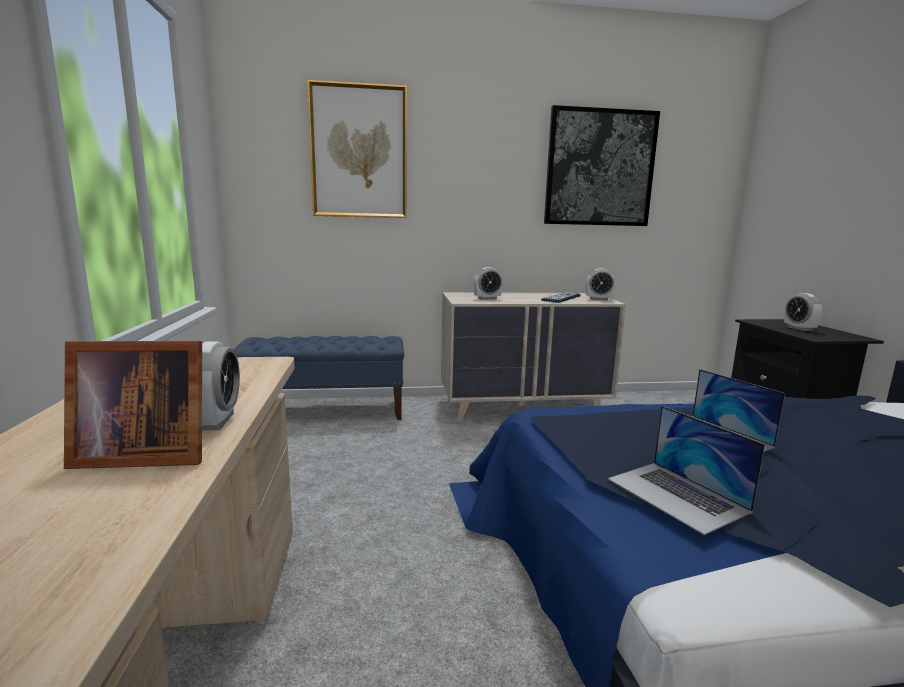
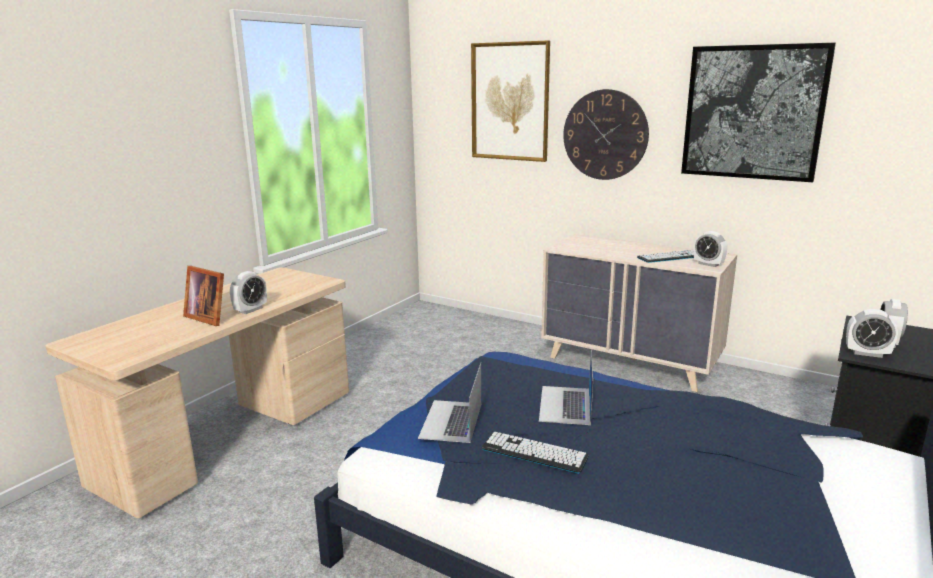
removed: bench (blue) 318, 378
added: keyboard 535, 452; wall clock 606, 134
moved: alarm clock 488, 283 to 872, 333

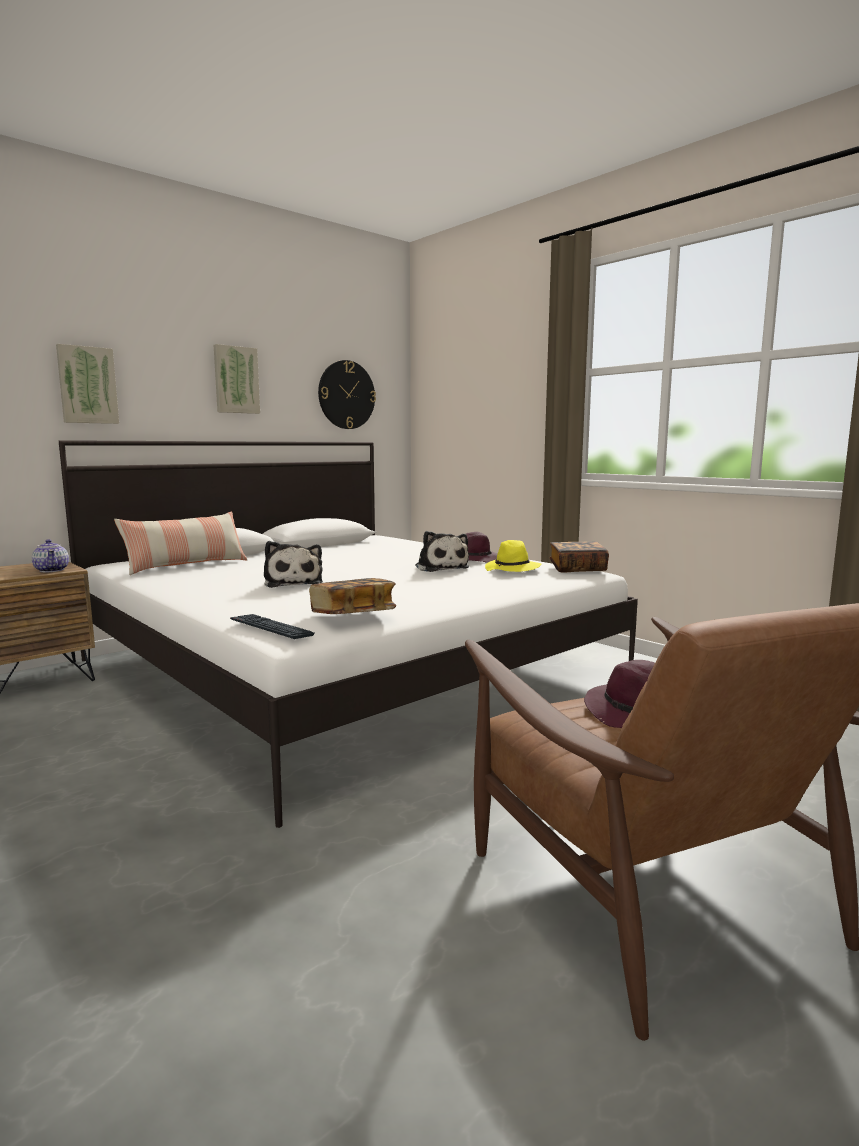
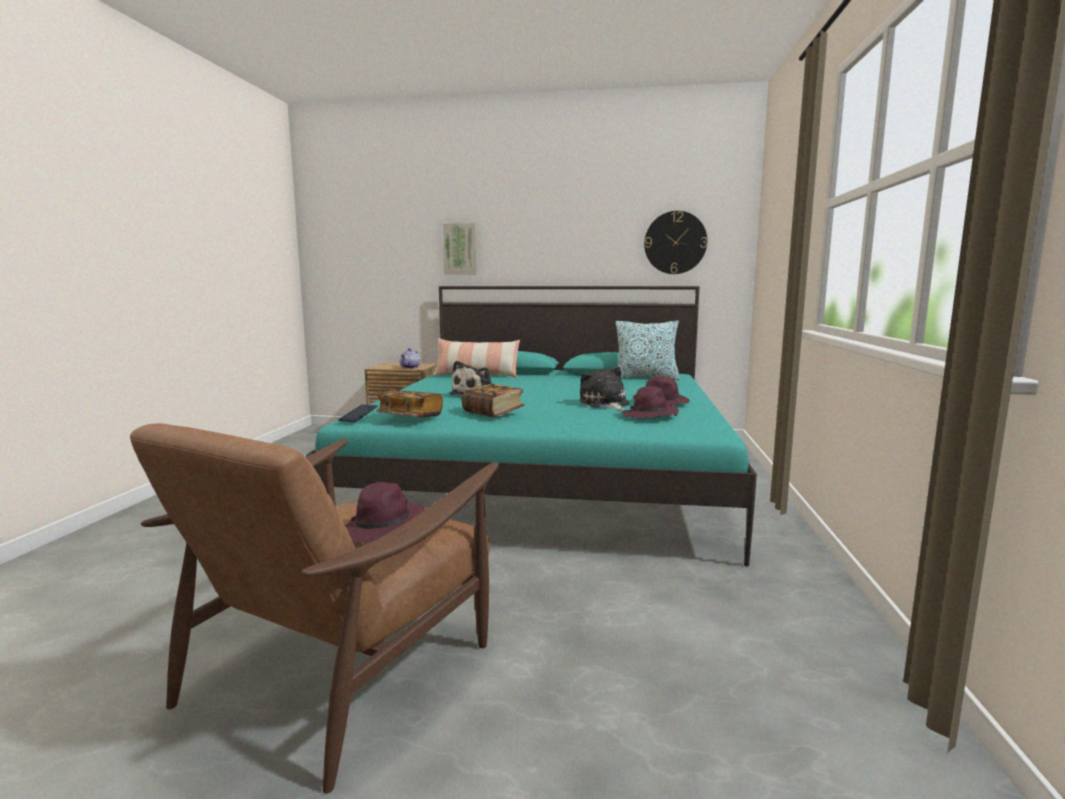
removed: picture 237, 379
added: pillow 648, 350
moved: book 579, 557 to 493, 401
recoloured: bed (white) 348, 634 to bed (turquoise) 531, 426; hat (yellow) 513, 556 to hat (purple) 650, 402
turned: plush toy 442, 551 = 604, 388 135 degrees clockwise

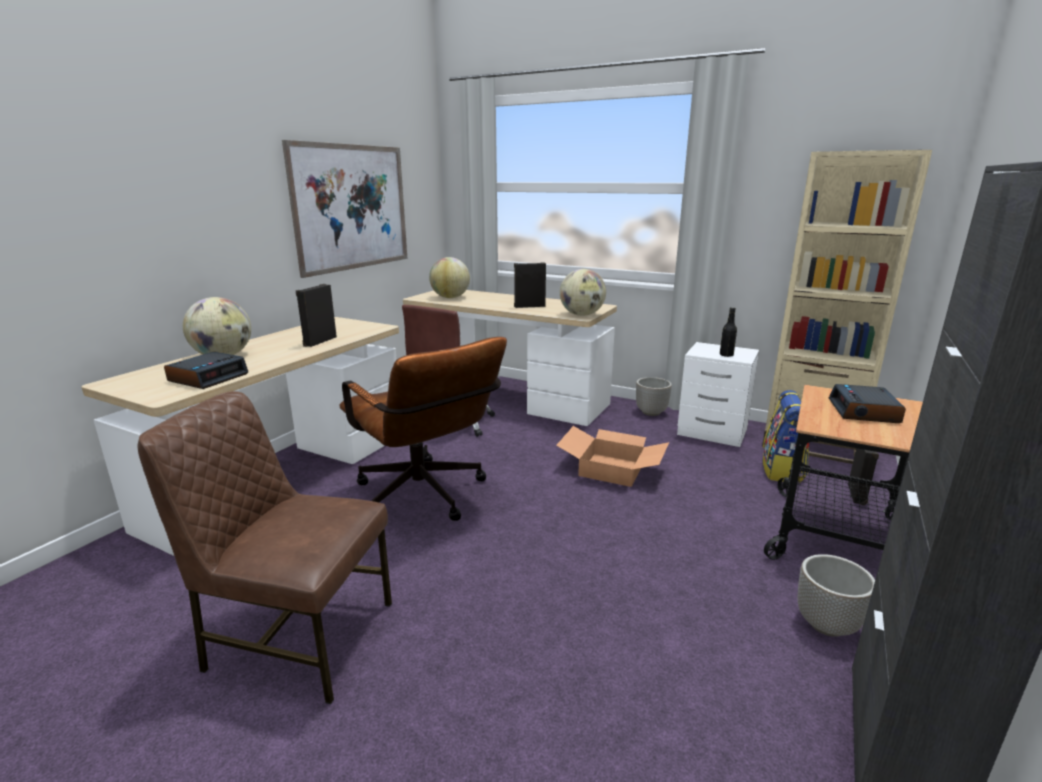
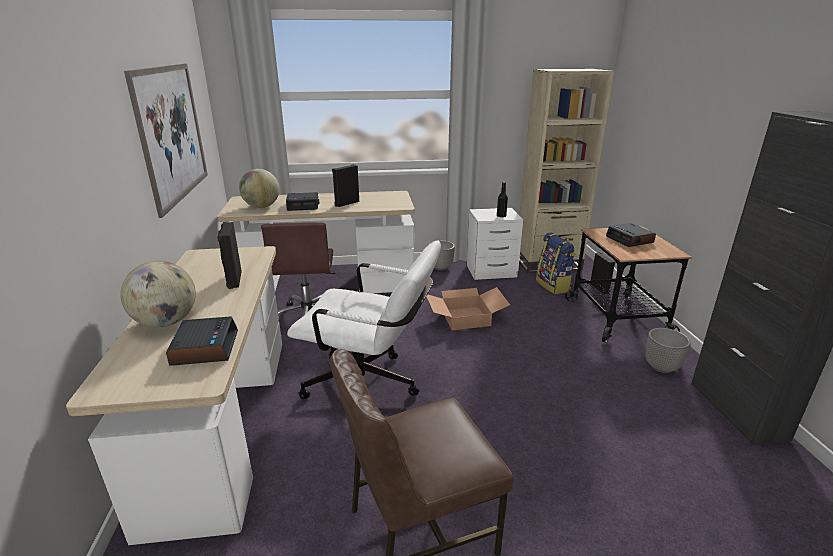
removed: globe 583, 292
added: alarm clock 302, 201
recoloured: office chair (brown) 423, 429 to office chair (white) 364, 320

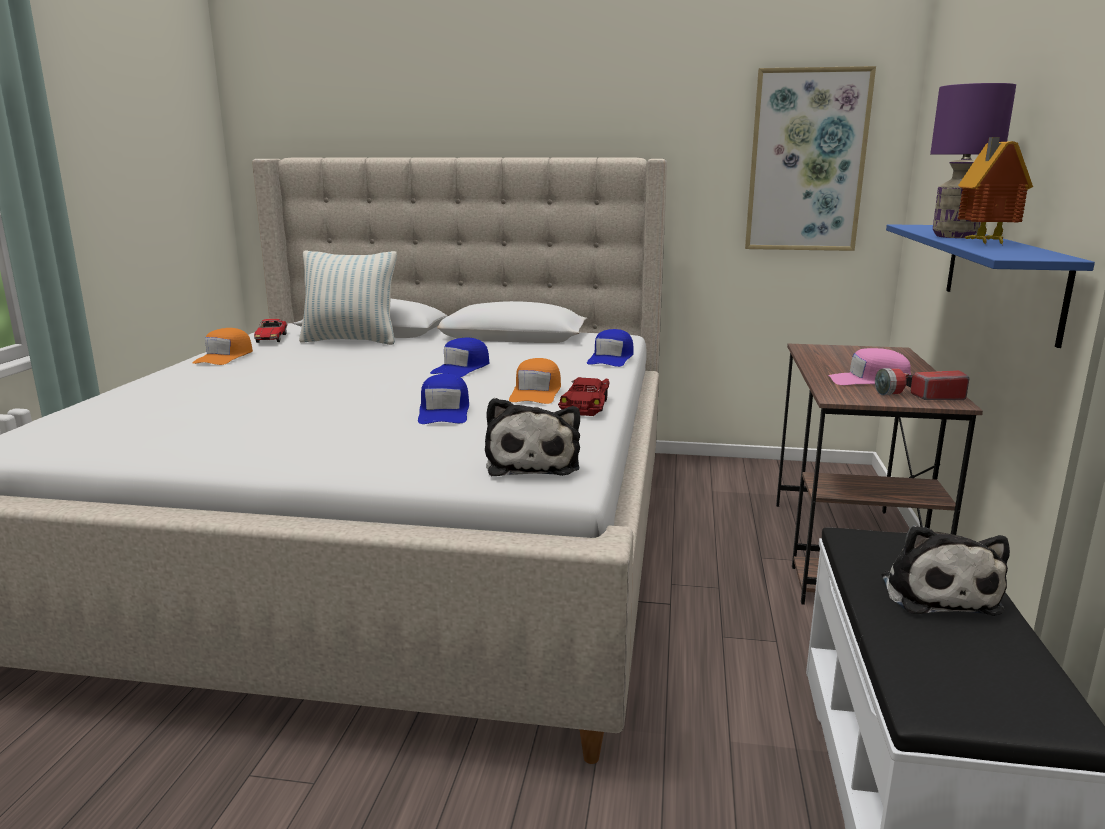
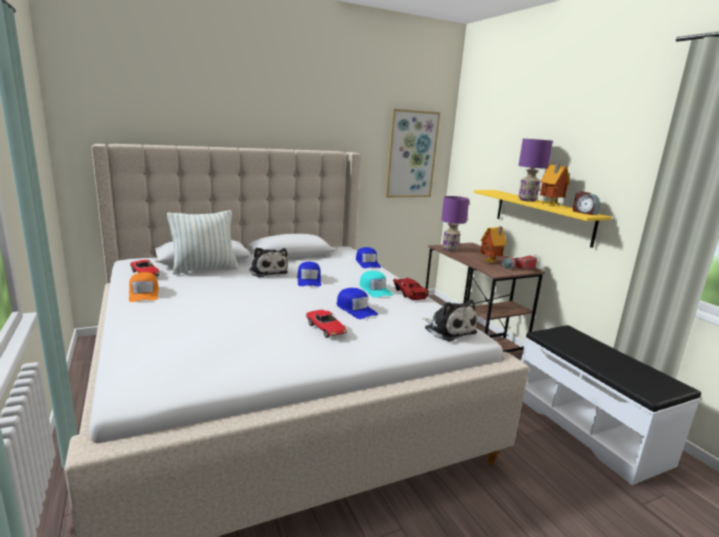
added: toy car 326, 324; table lamp (purple) 455, 223; alarm clock 586, 203
moved: plush toy 946, 570 to 268, 262
replaced: cap (pink) 869, 366 to toy house 493, 244
recoloured: cap (orange) 535, 381 to cap (turquoise) 376, 284; shelf (blue) 990, 286 to shelf (yellow) 543, 219

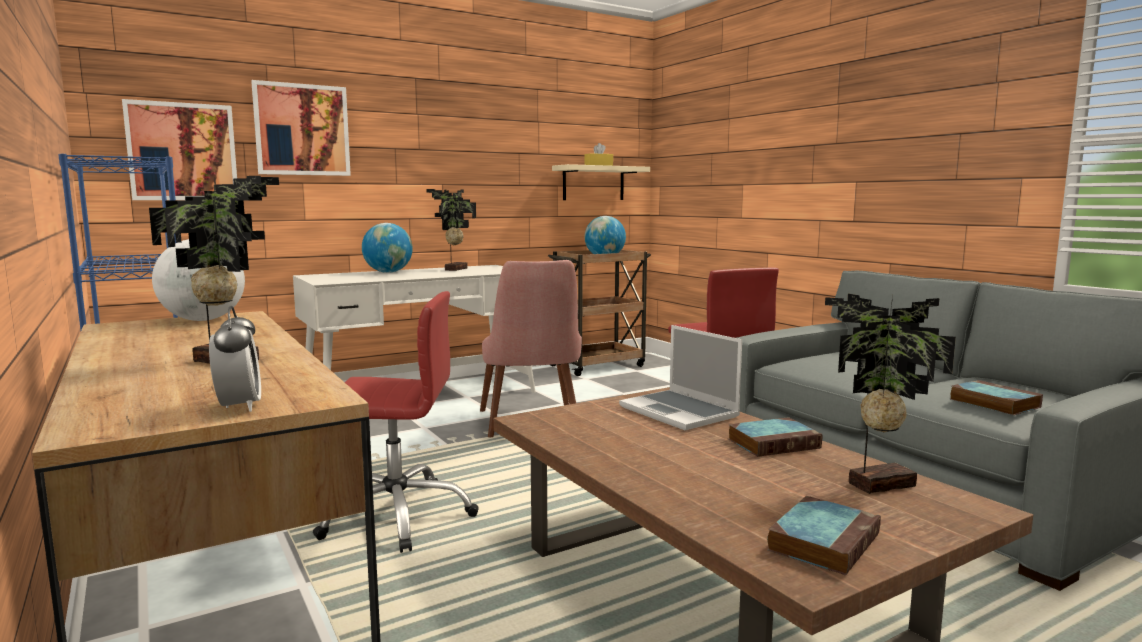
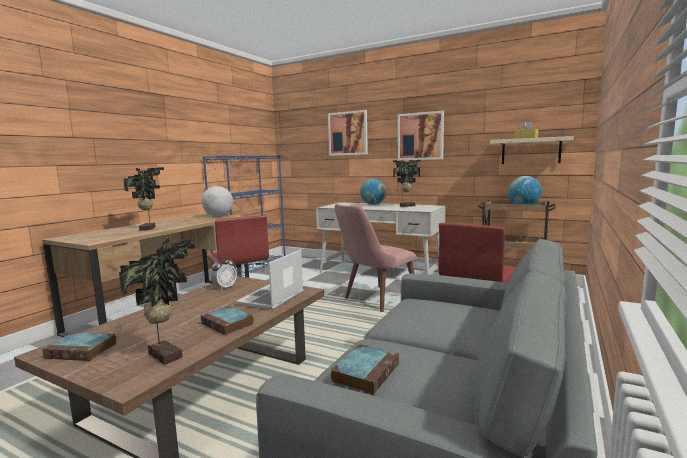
moved: alarm clock 235, 359 to 224, 273; picture 179, 149 to 421, 135

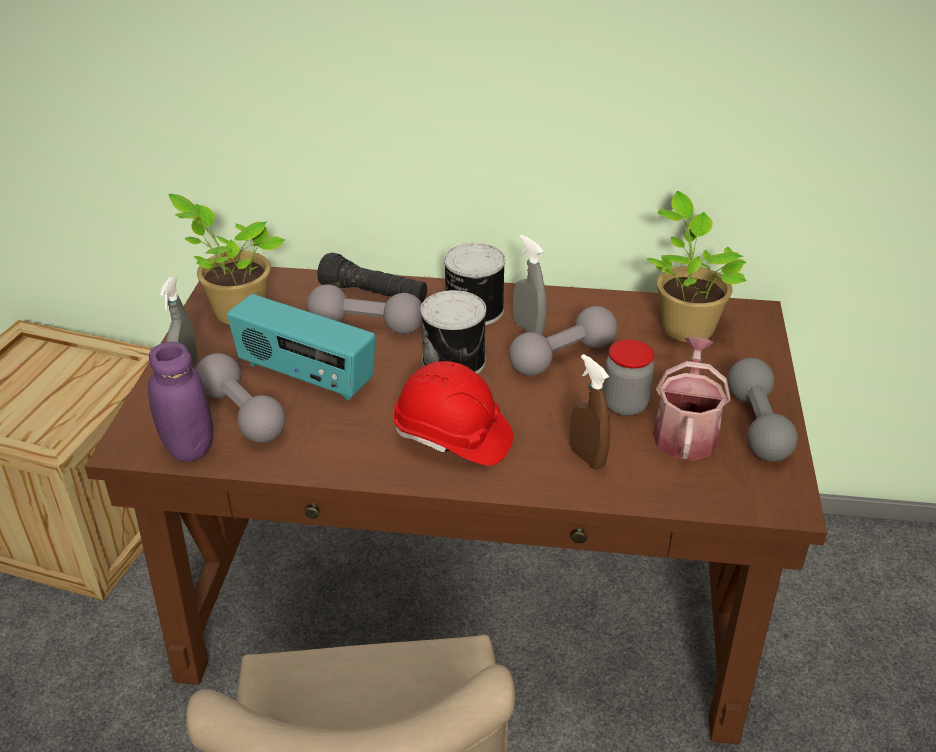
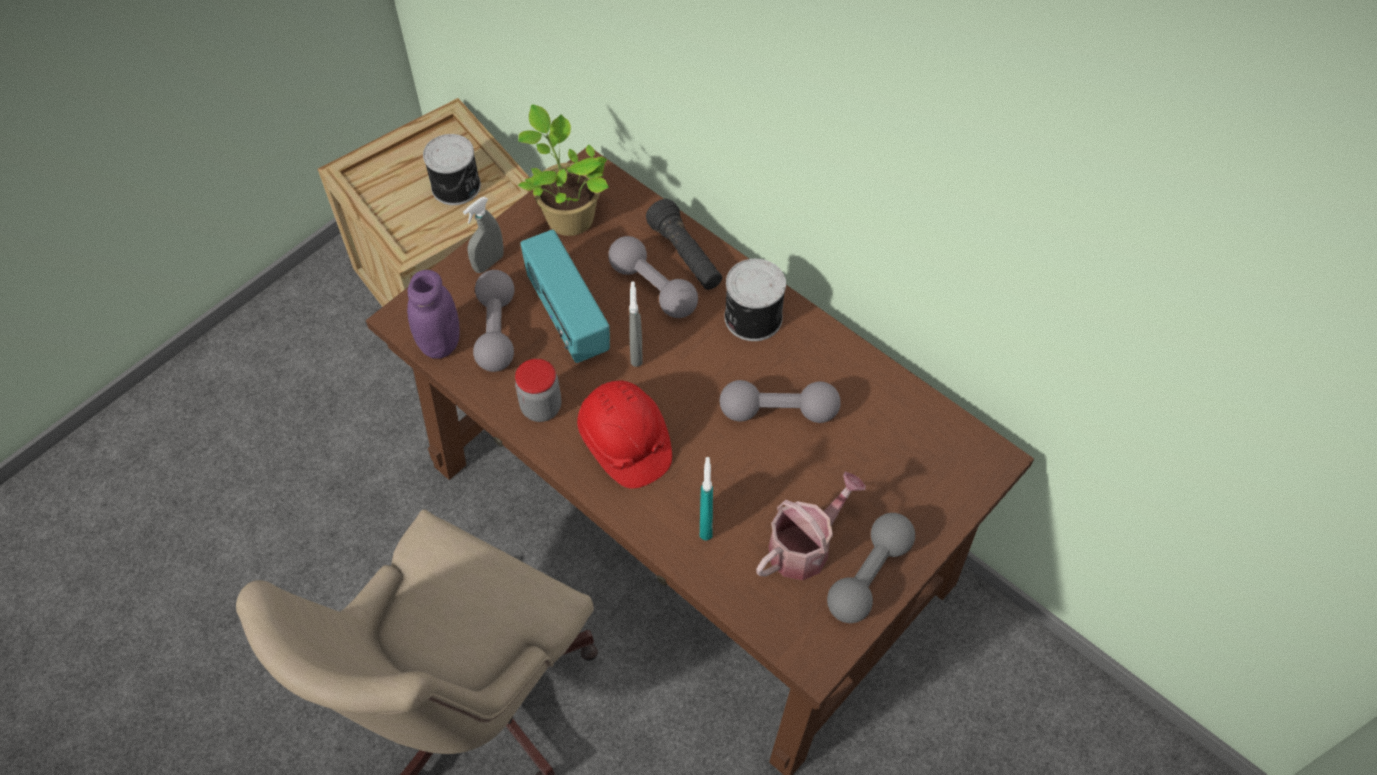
removed: potted plant 697, 266
moved: can 453, 332 to 452, 169; jar 628, 378 to 538, 390; spray bottle (grey) 530, 285 to 636, 324
recoloured: spray bottle (brown) 590, 411 to spray bottle (turquoise) 706, 499

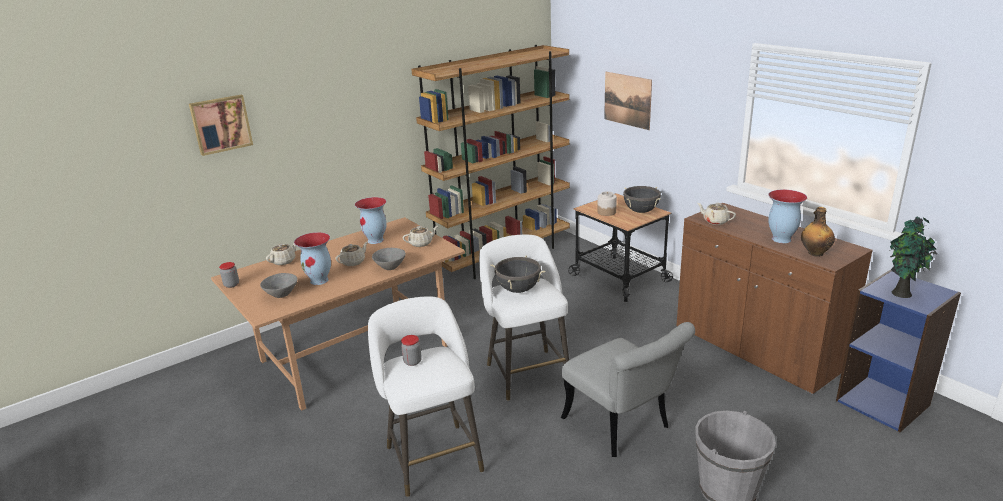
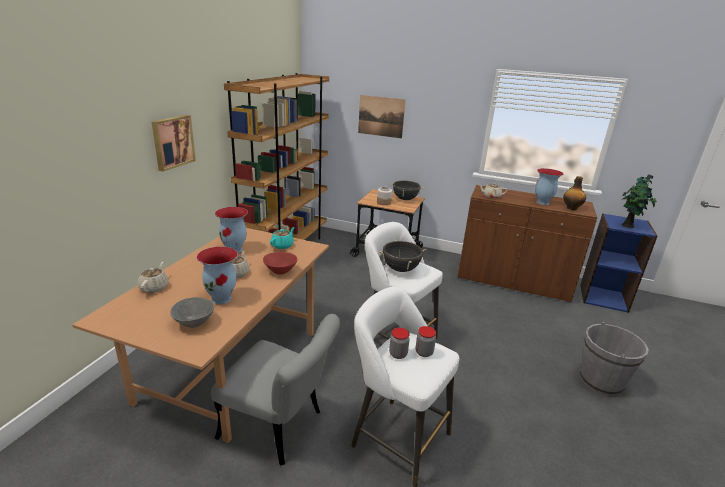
moved: picture 221, 125 to 174, 143; chair (grey) 628, 389 to 275, 390; jar 229, 275 to 426, 341
recoloured: bowl (grey) 389, 259 to bowl (red) 280, 263; teapot (beige) 420, 236 to teapot (turquoise) 282, 238

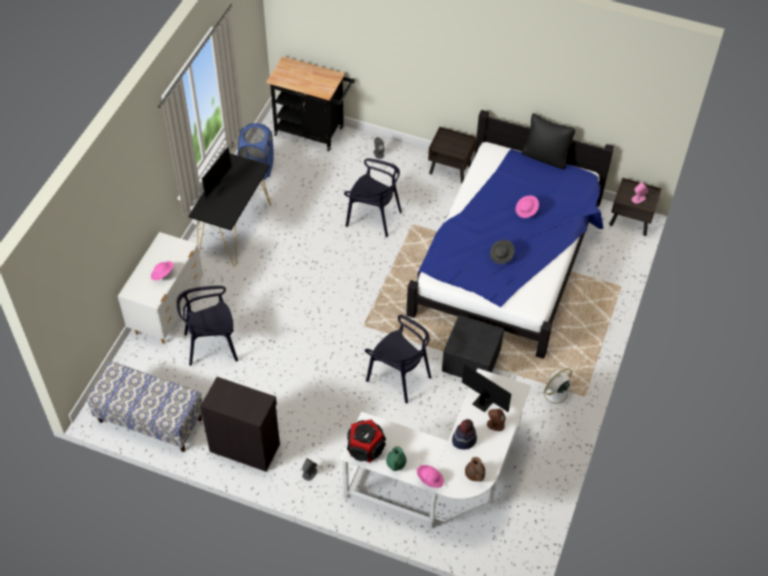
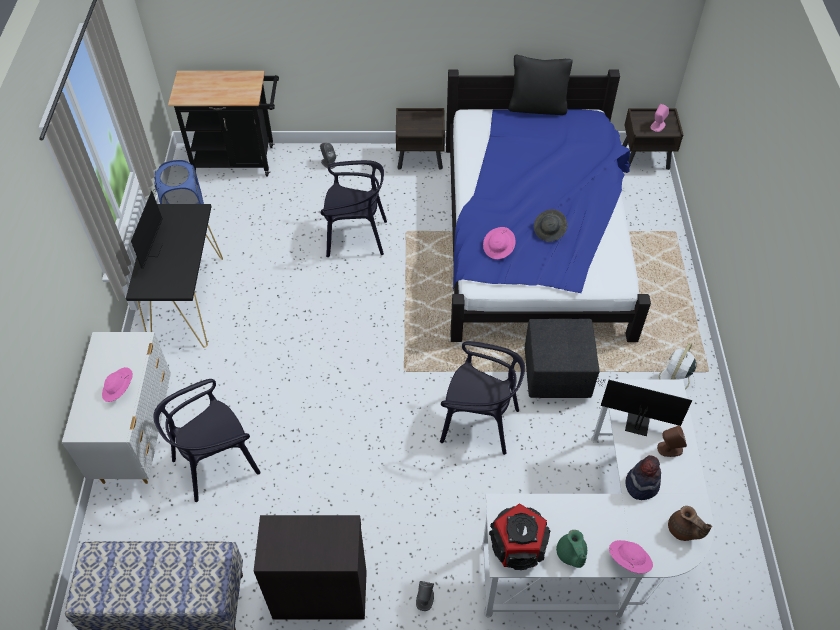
moved: hat (pink) 527, 207 to 499, 243

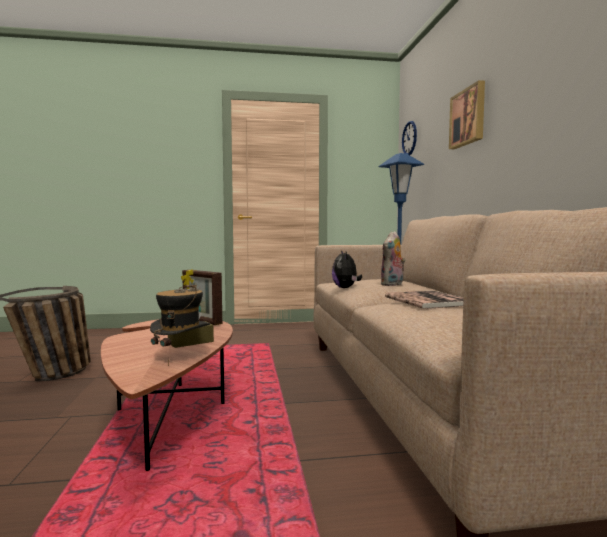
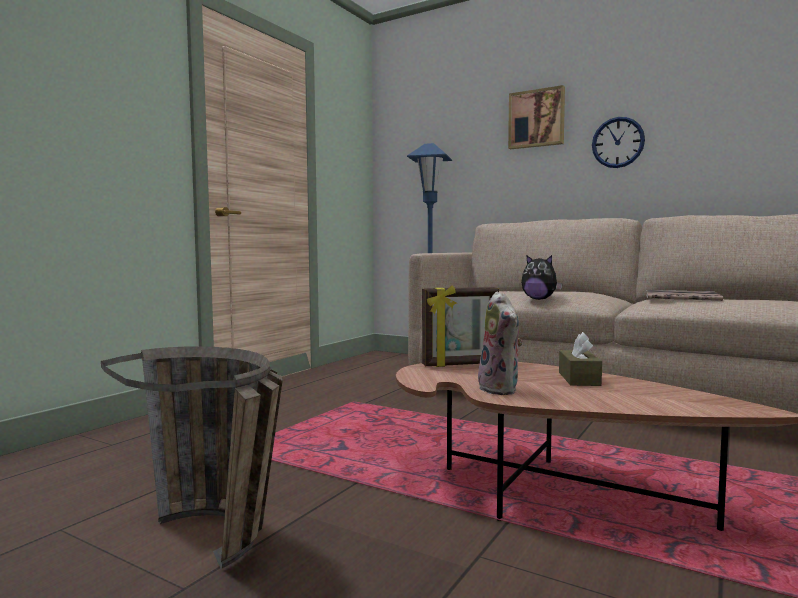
removed: hat 180, 325
moved: plush toy 392, 258 to 498, 343; wall clock 409, 138 to 618, 142

